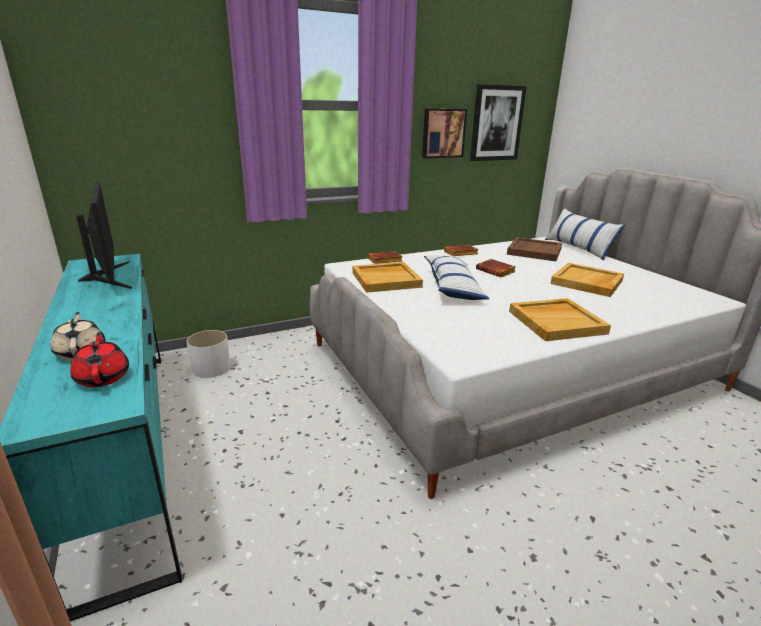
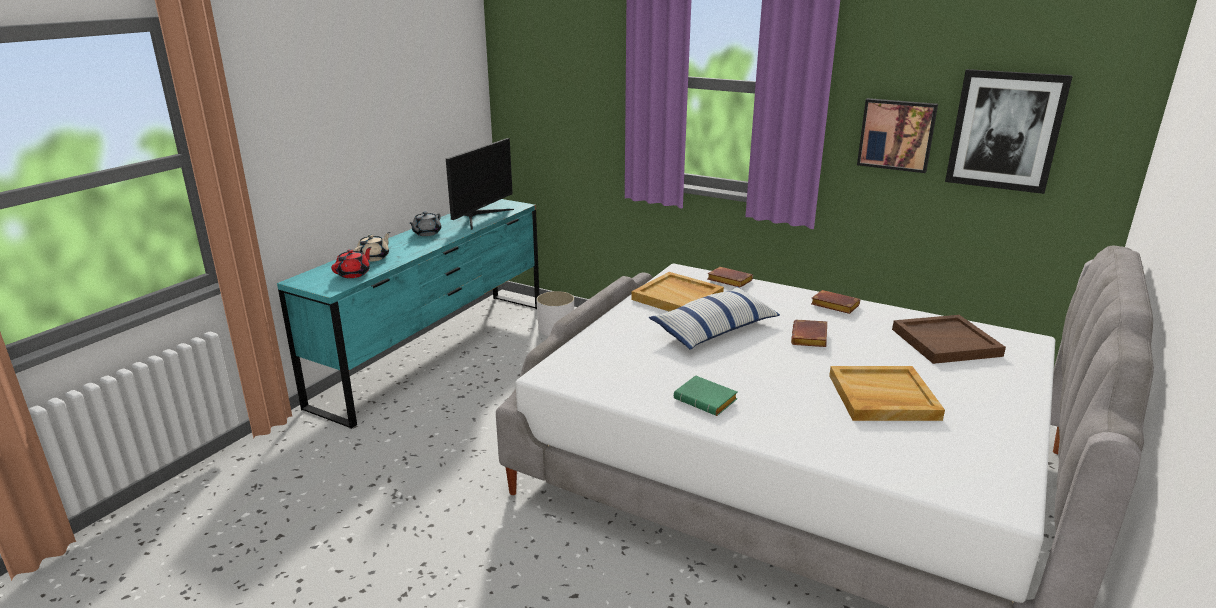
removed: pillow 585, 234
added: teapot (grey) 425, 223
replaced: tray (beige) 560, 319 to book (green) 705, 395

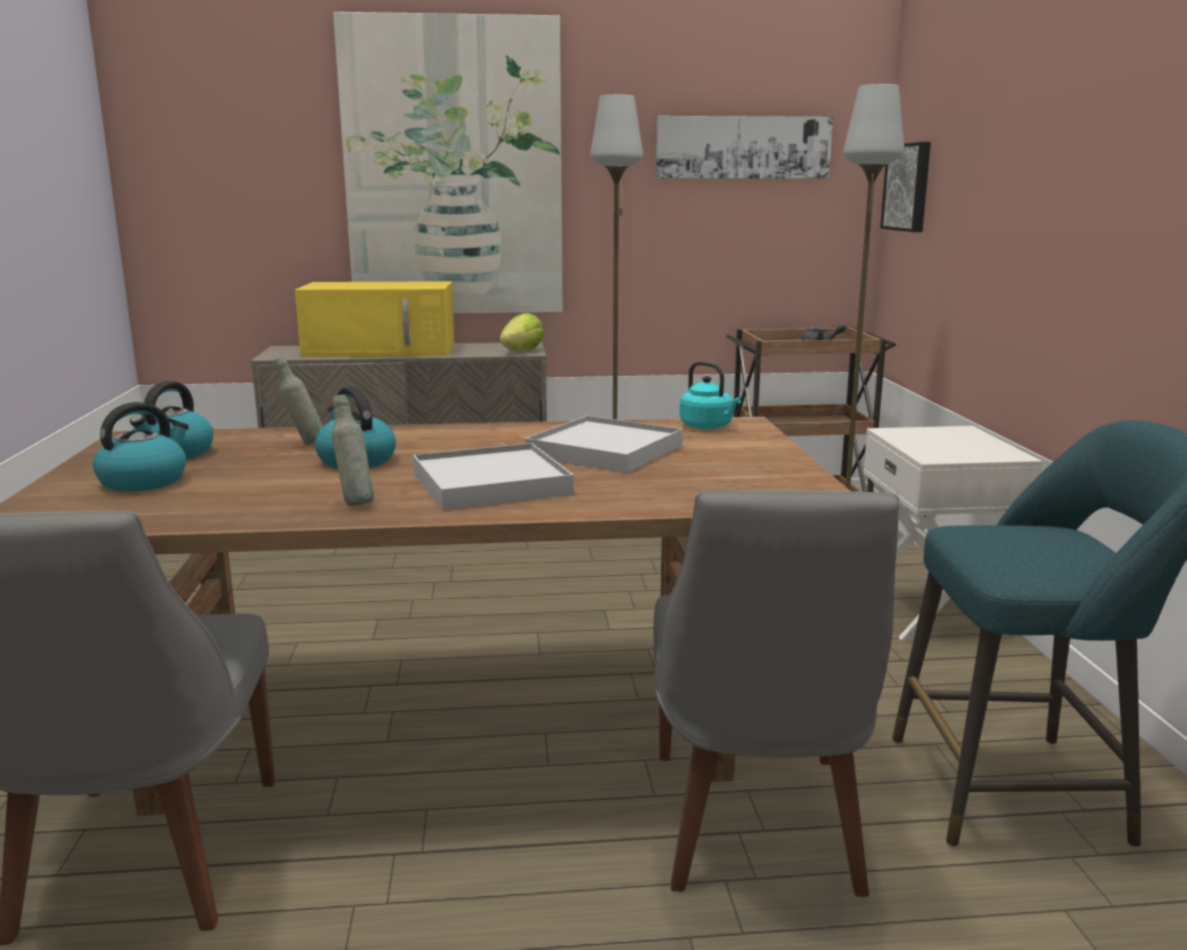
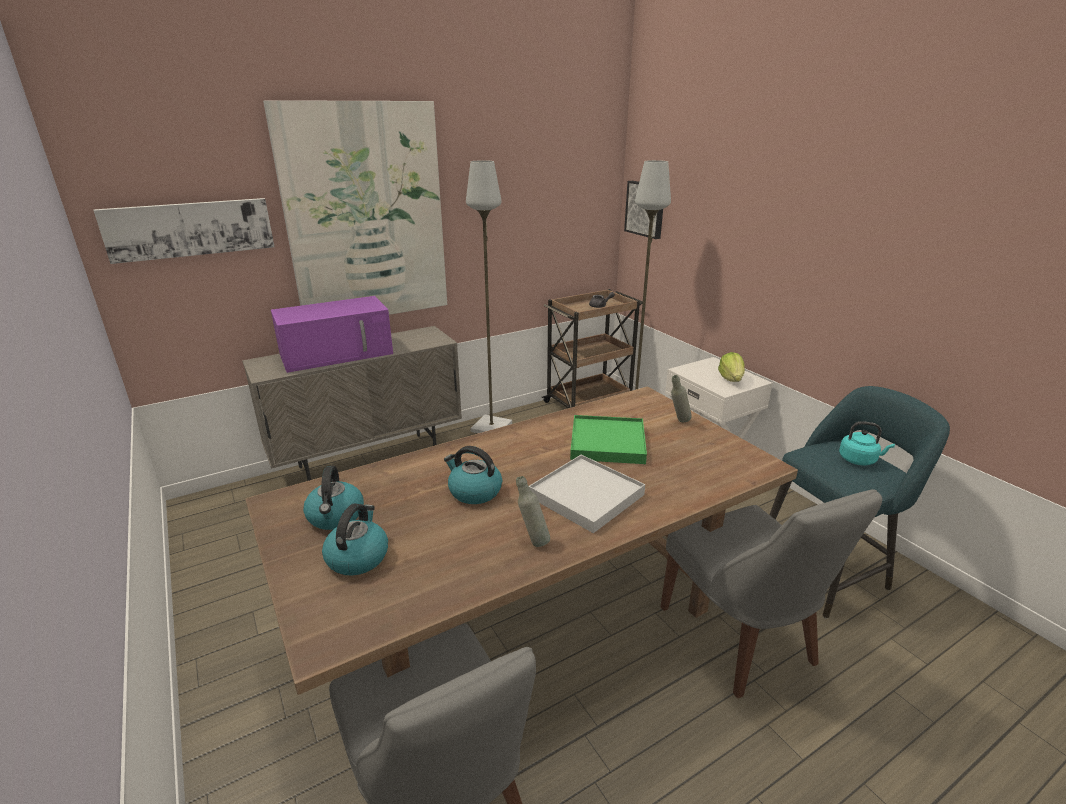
moved: picture 744, 147 to 183, 231; bottle (grey) 298, 401 to 681, 399; lettuce 522, 332 to 731, 367; kettle (turquoise) 710, 395 to 867, 443
recoloured: microwave (yellow) 374, 319 to microwave (purple) 332, 334; tray (white) 604, 444 to tray (green) 608, 439

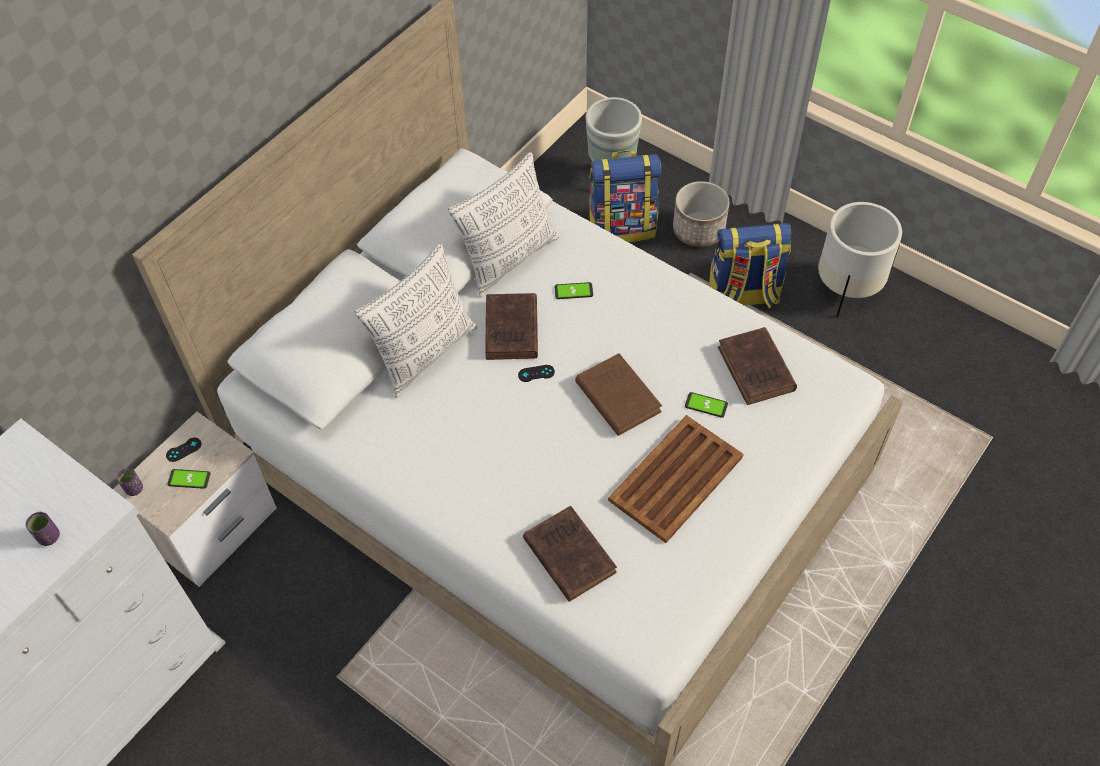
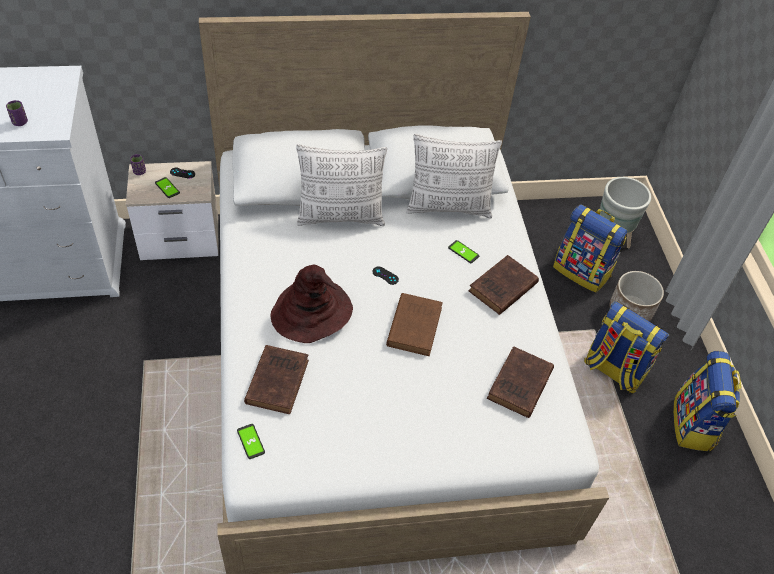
removed: tray (brown) 676, 479
added: hat (brown) 311, 304
moved: phone 706, 405 to 251, 441; book (brown) 511, 326 to 503, 285
replaced: planter (white) 860, 259 to backpack 707, 401

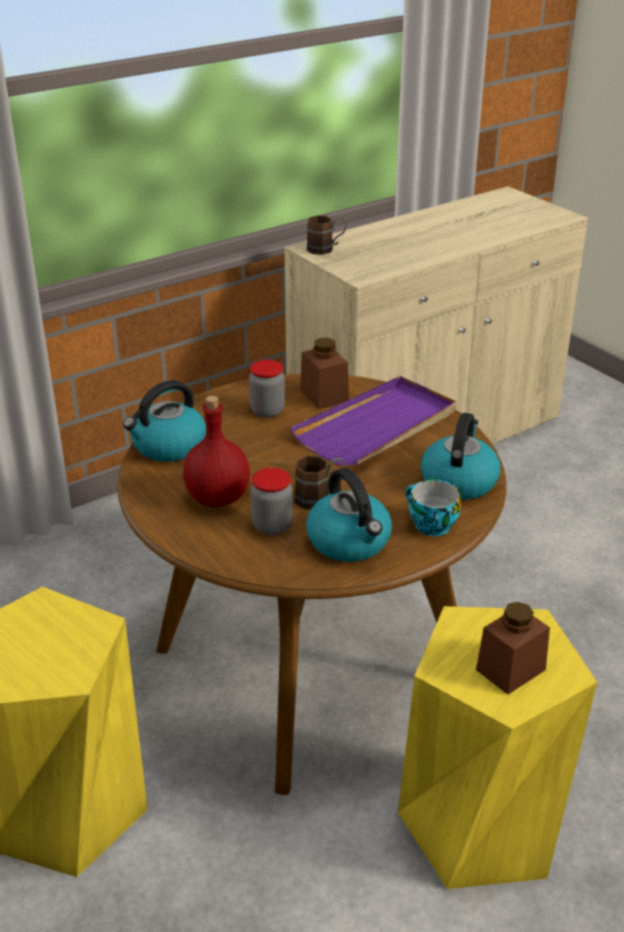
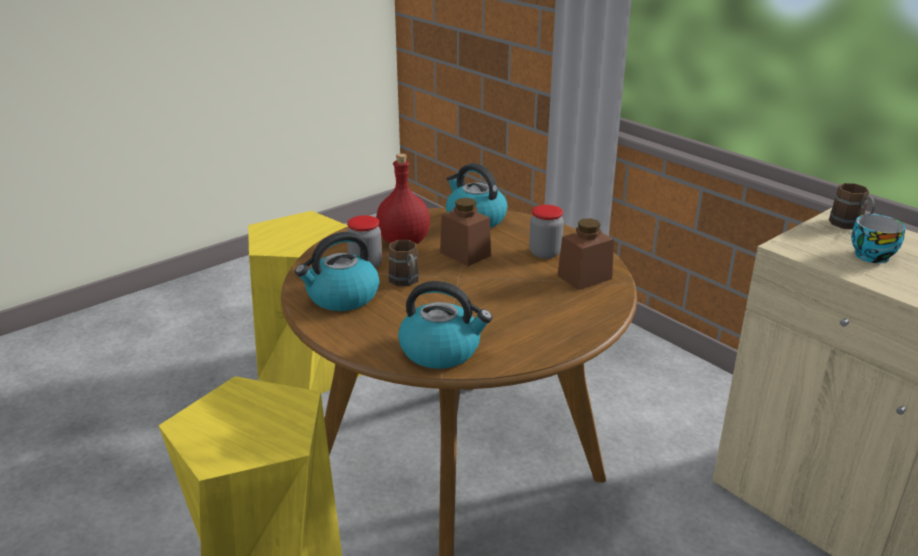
removed: tray (purple) 373, 421
moved: jar (brown) 513, 648 to 465, 232; cup 433, 508 to 878, 238

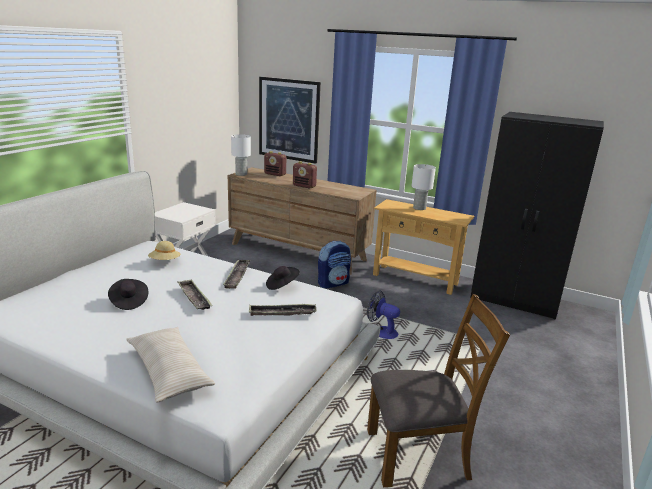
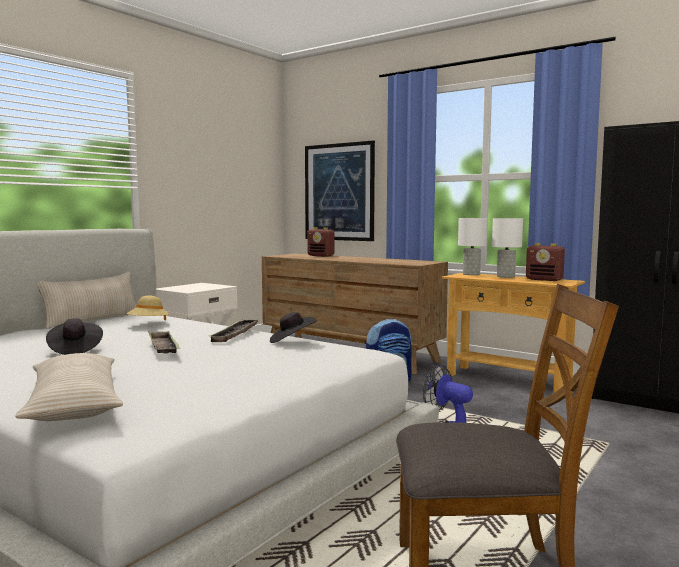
removed: tray 283, 310
added: pillow (beige) 86, 300
moved: table lamp (white) 241, 155 to 473, 246; radio 305, 175 to 545, 262

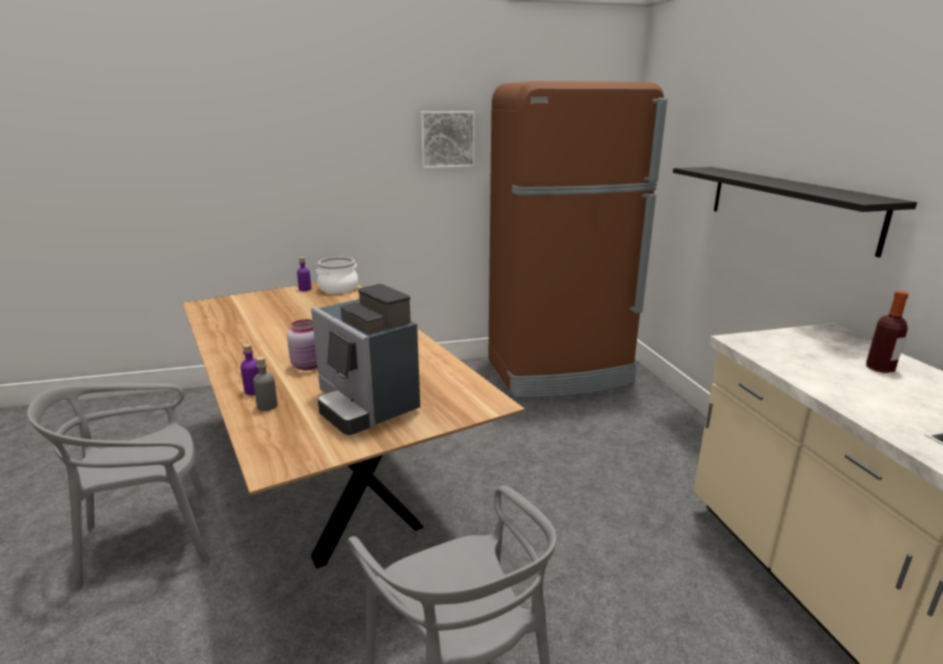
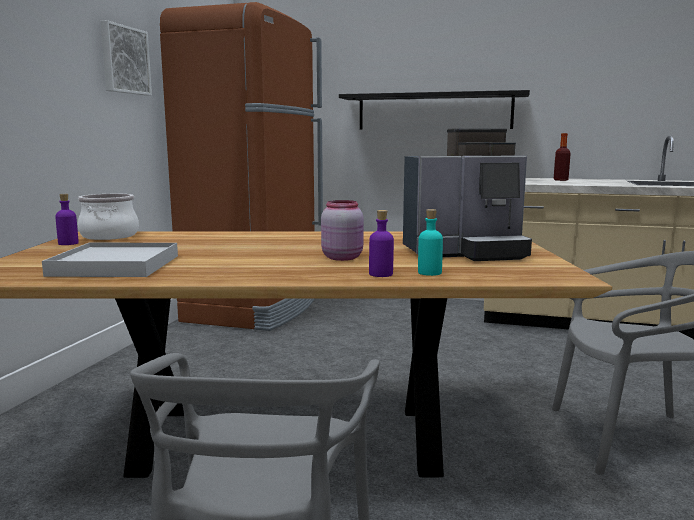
added: tray (white) 110, 260
recoloured: bottle (grey) 265, 384 to bottle (turquoise) 430, 242

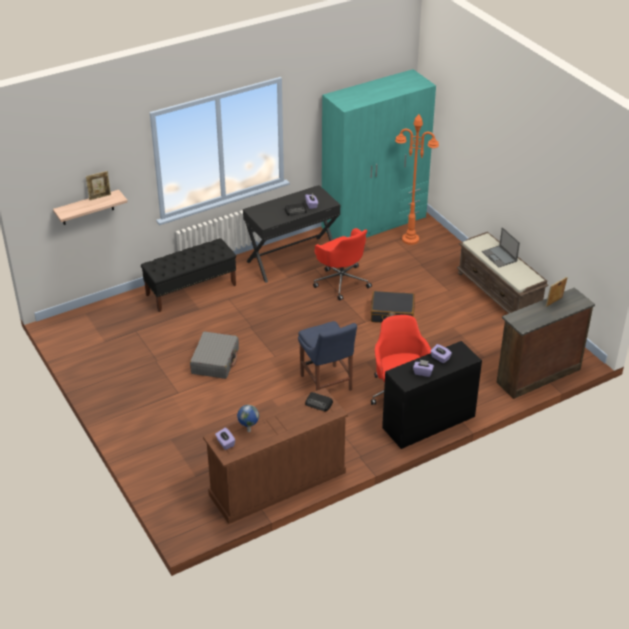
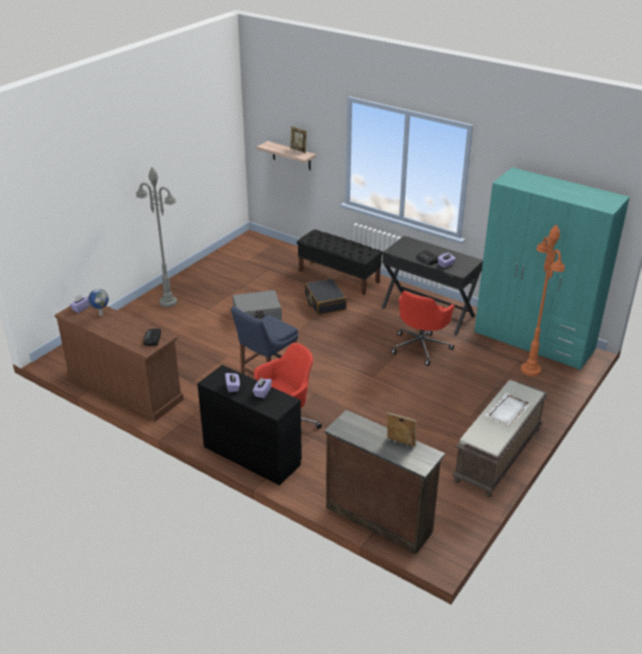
added: floor lamp (grey) 156, 237
moved: suitcase (black) 393, 307 to 326, 296
replaced: laptop 501, 247 to tray (white) 508, 409

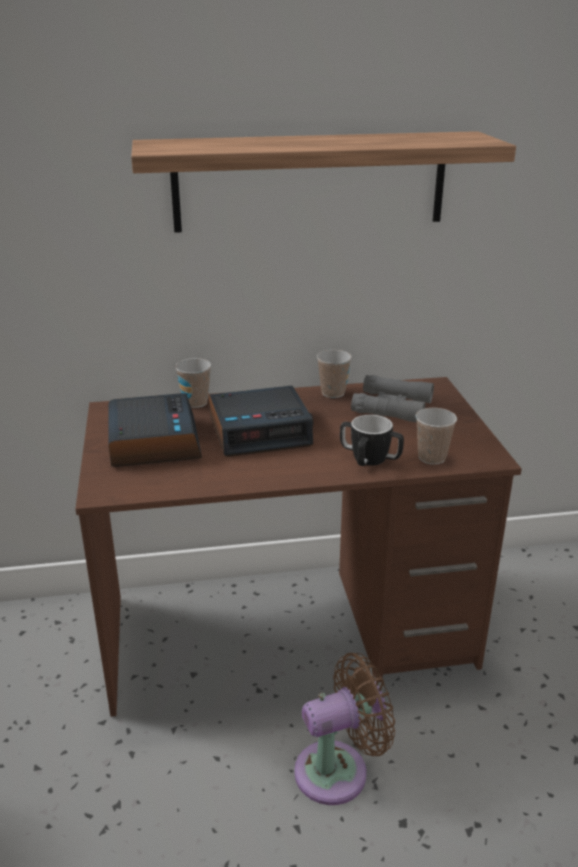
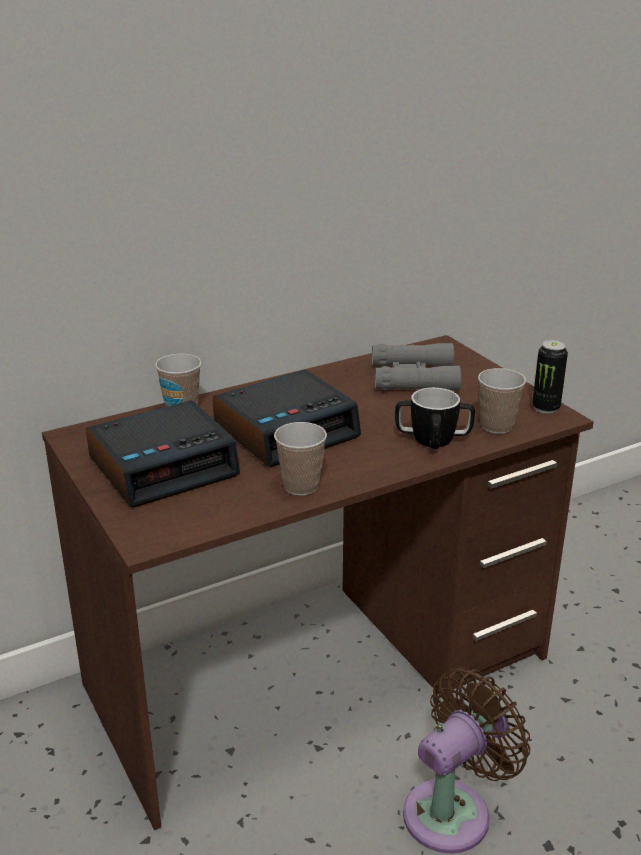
removed: shelf 323, 182
added: can 550, 377
moved: cup 334, 374 to 300, 458
turned: alarm clock 155, 430 = 163, 453 90 degrees clockwise

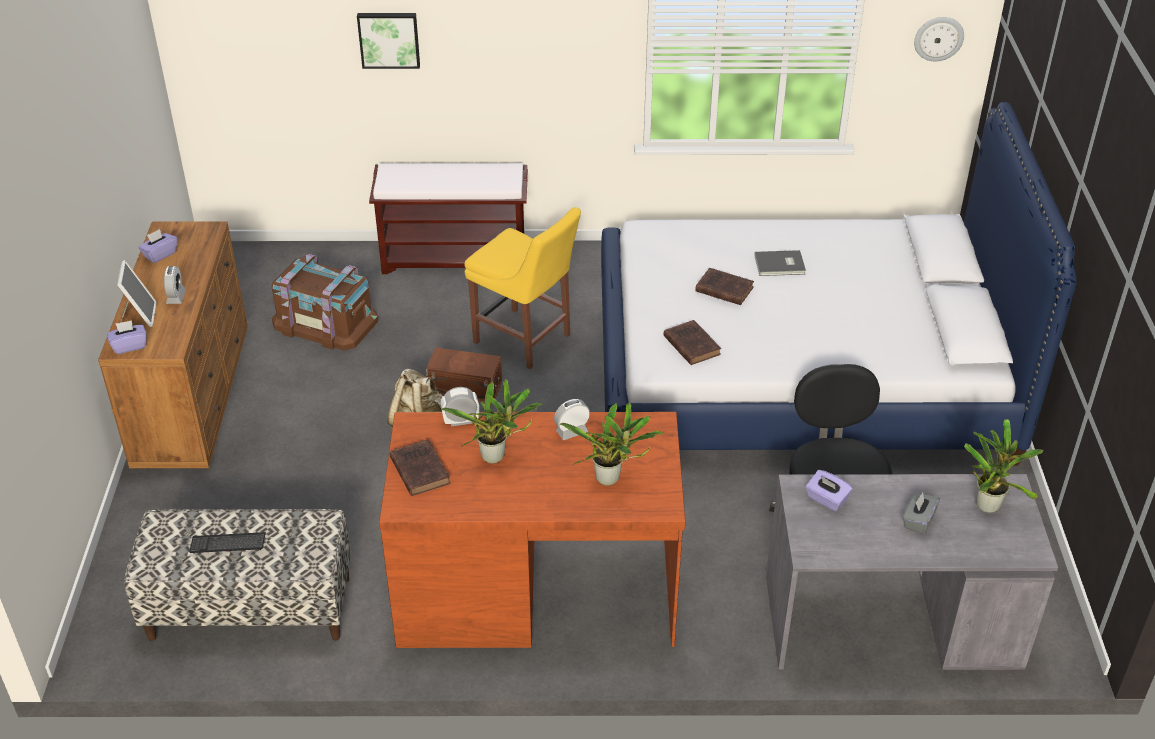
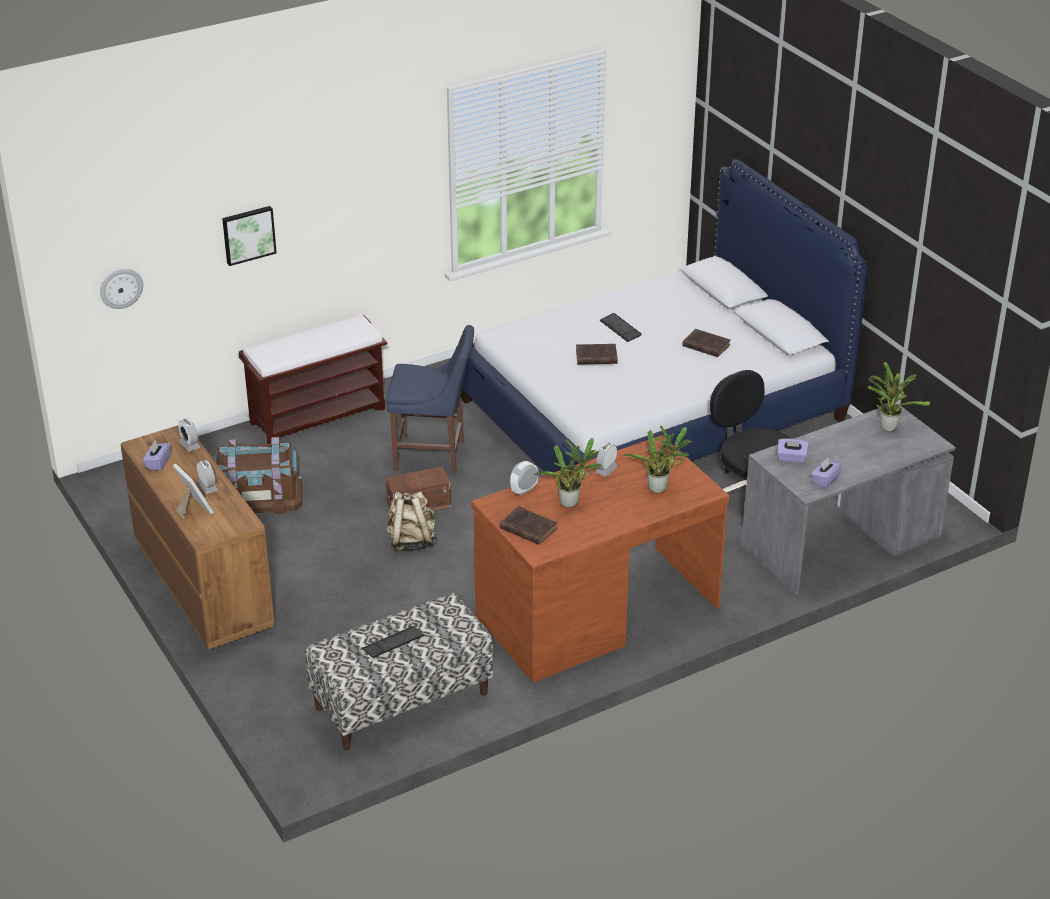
removed: tissue box (grey) 921, 513
added: alarm clock 189, 435
moved: wall clock 939, 39 to 121, 289; book (brown) 692, 342 to 706, 343; tissue box (purple) 127, 337 to 826, 472
replaced: book (grey) 780, 263 to keyboard 621, 327
recoloured: chair (yellow) 523, 288 to chair (blue) 430, 399

